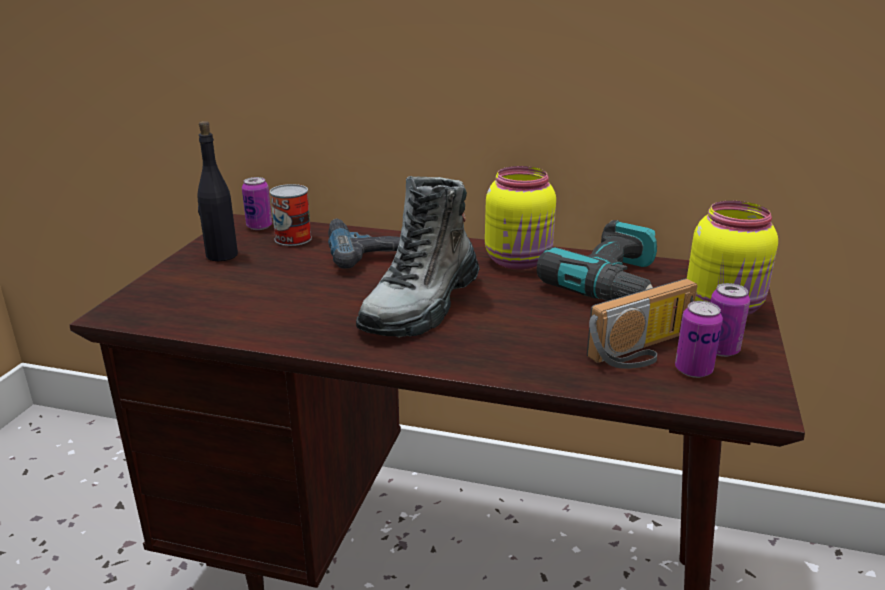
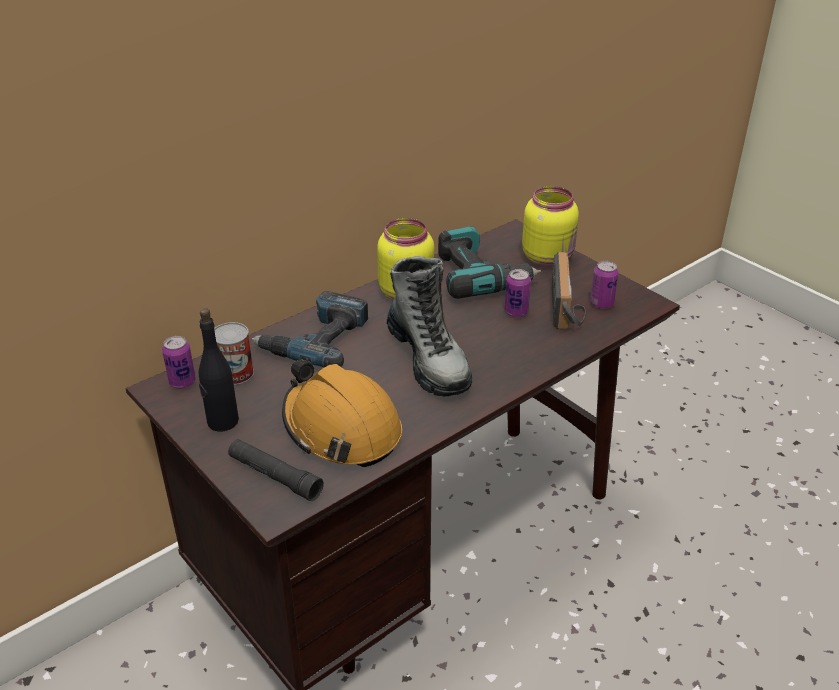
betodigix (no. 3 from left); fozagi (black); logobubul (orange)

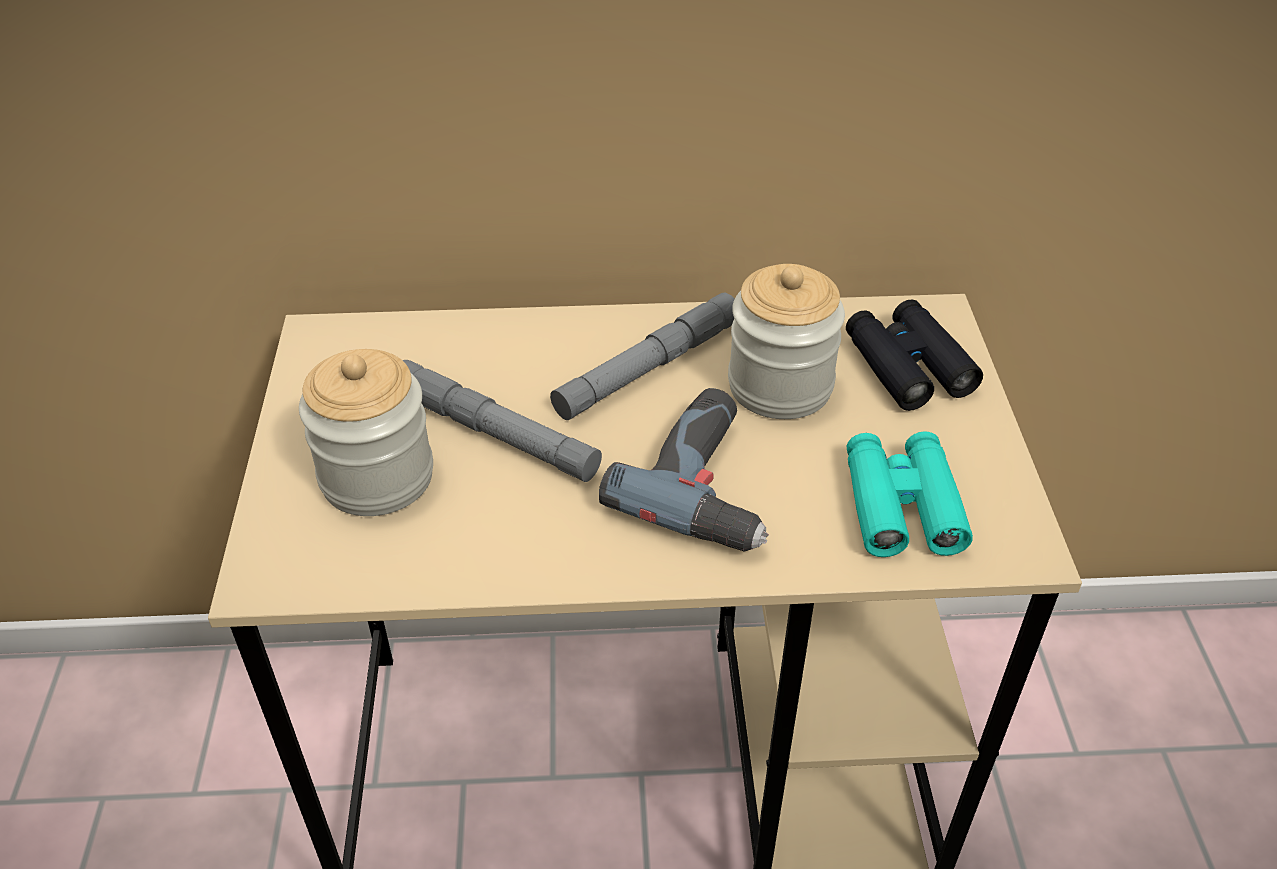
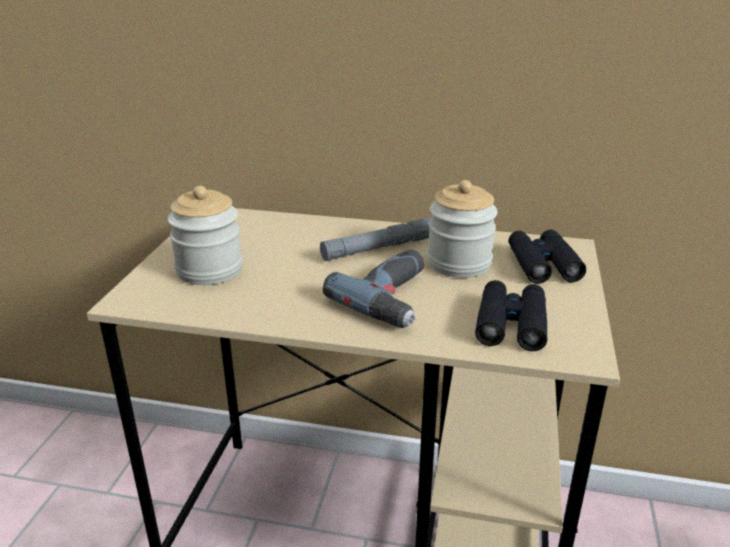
fozagi (grey) (no. 1 from left in the first image); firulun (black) (no. 1 from left)

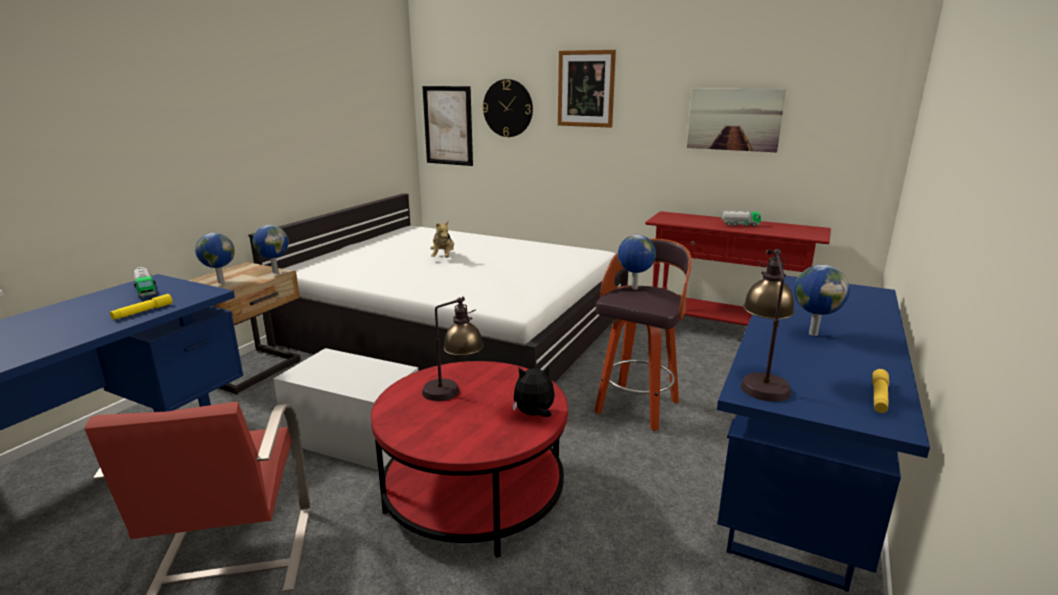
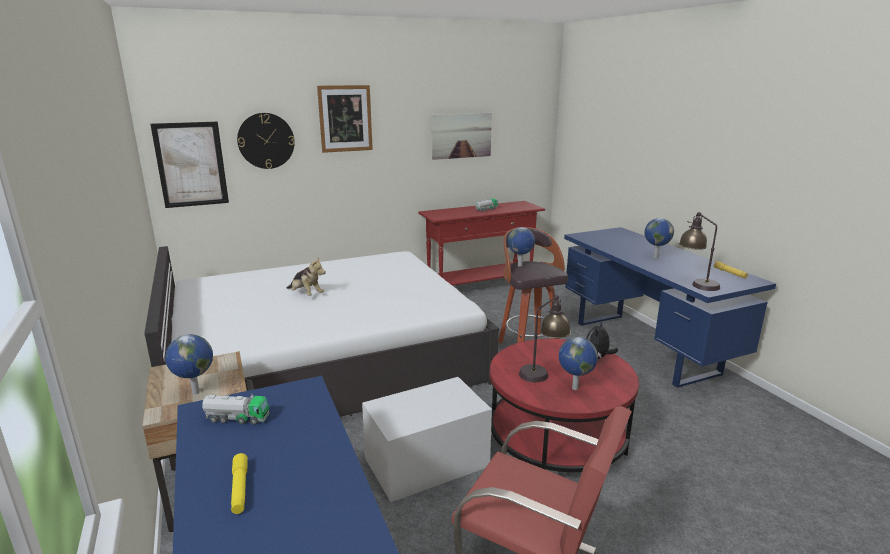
fozagi (yellow) (no. 1 from left); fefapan (no. 3 from left)

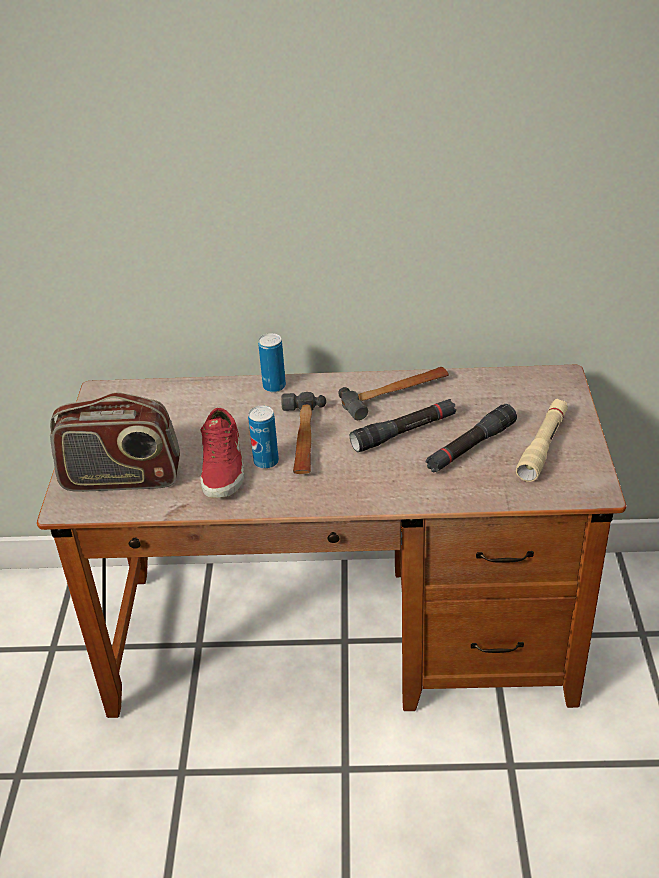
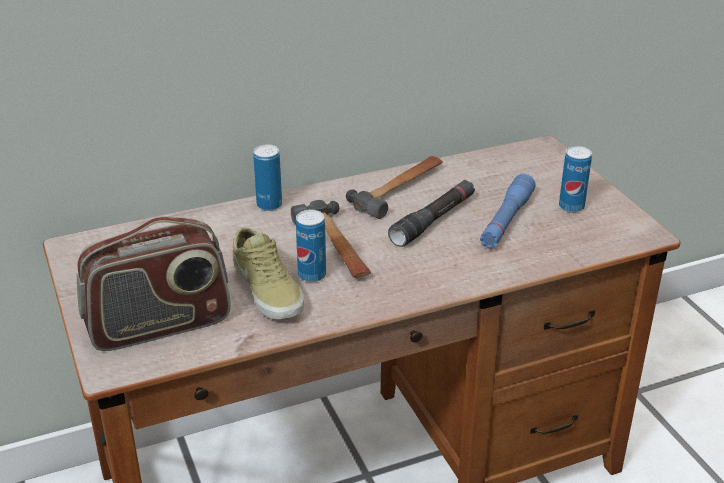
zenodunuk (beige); fozagi (blue); betodigix (no. 3 from left)

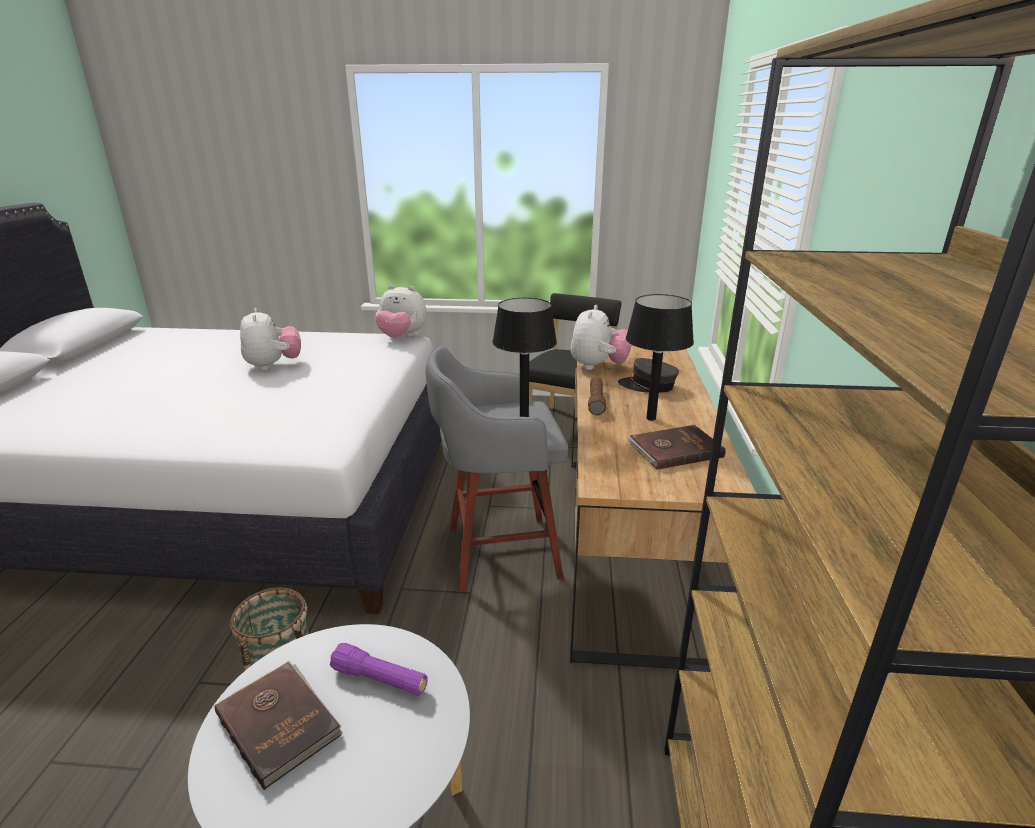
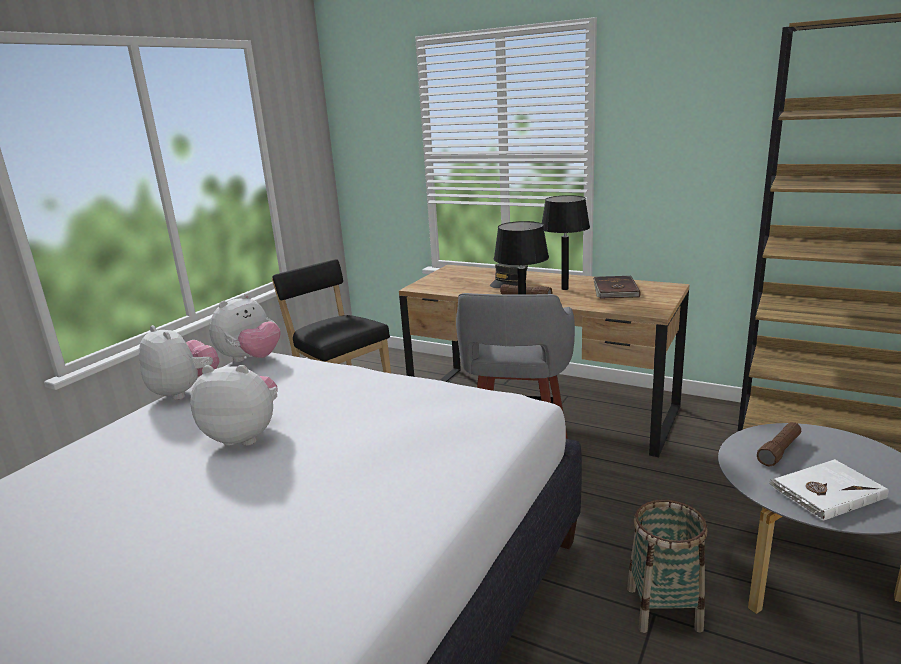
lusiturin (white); fozagi (brown) (no. 2 from left); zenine (no. 1 from left)

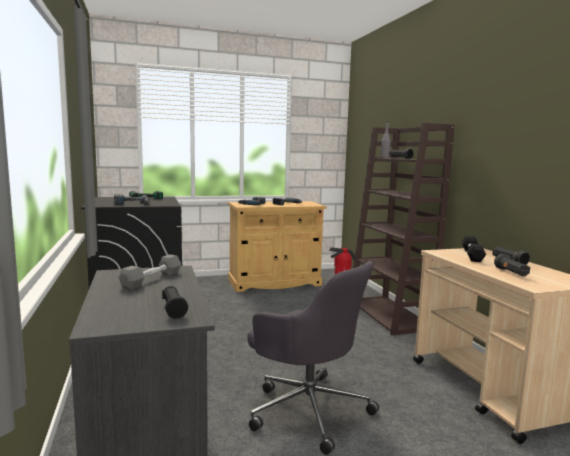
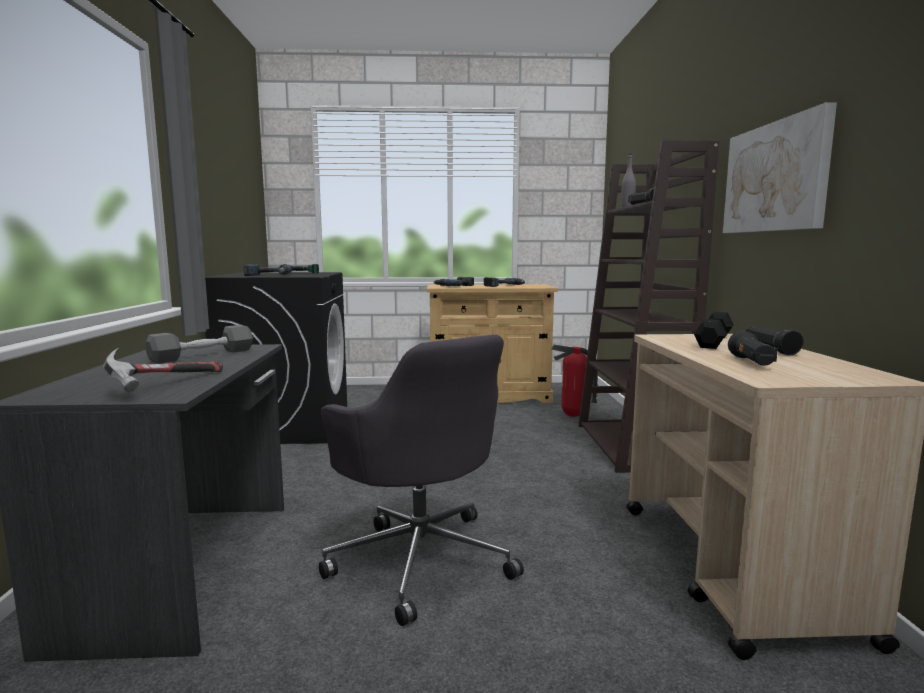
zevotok; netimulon

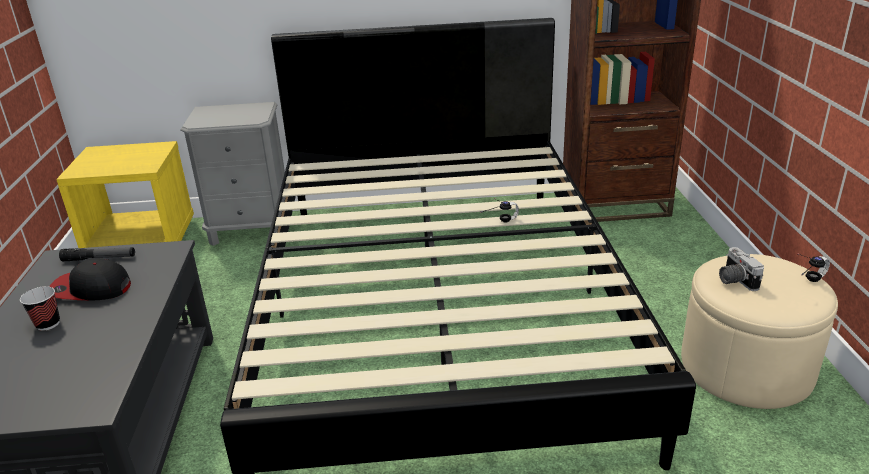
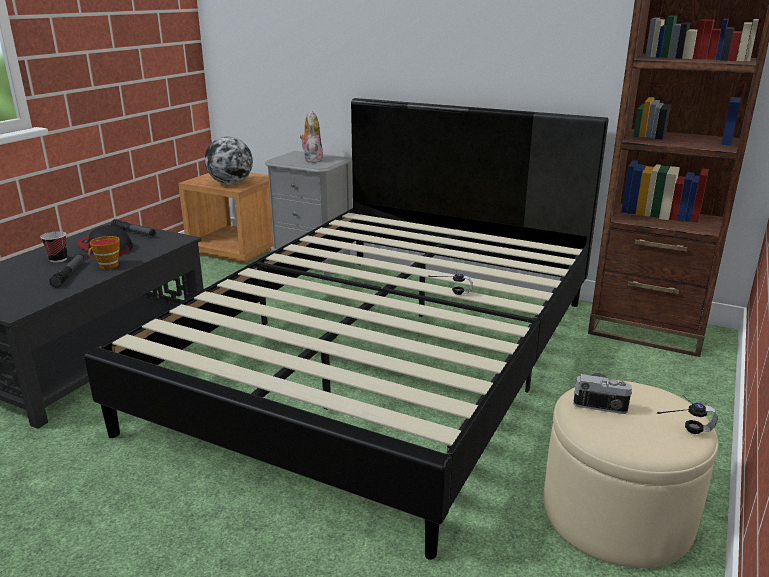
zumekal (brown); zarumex; fozagi (no. 1 from left); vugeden (no. 2 from left); fefapan; zenine

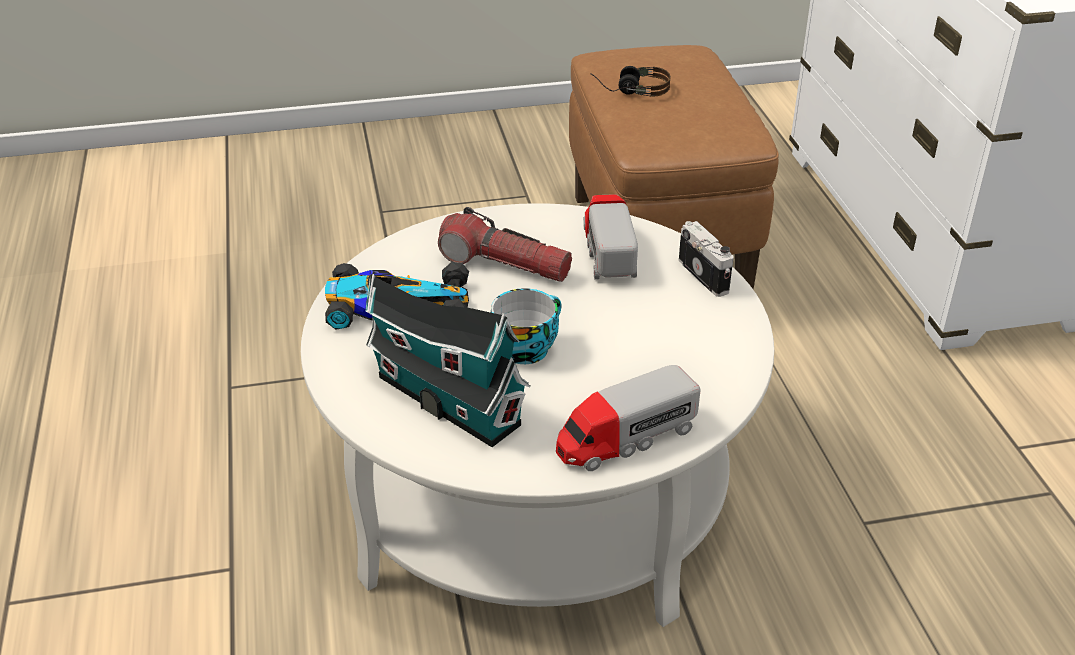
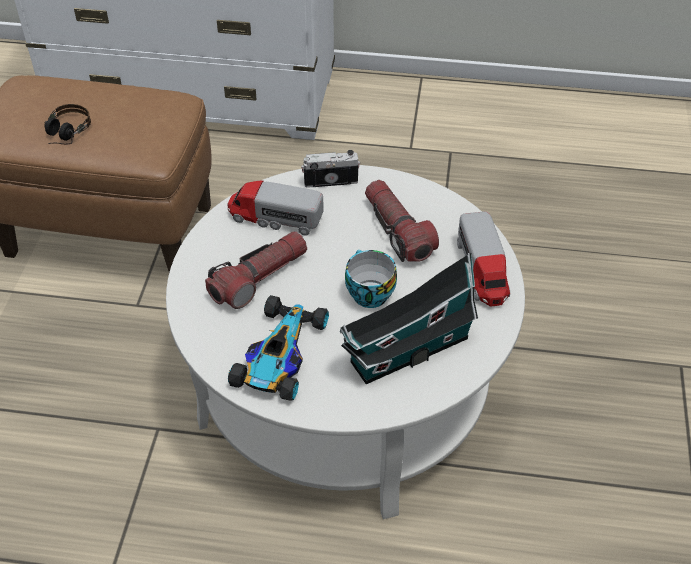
fozagi (no. 2 from left)

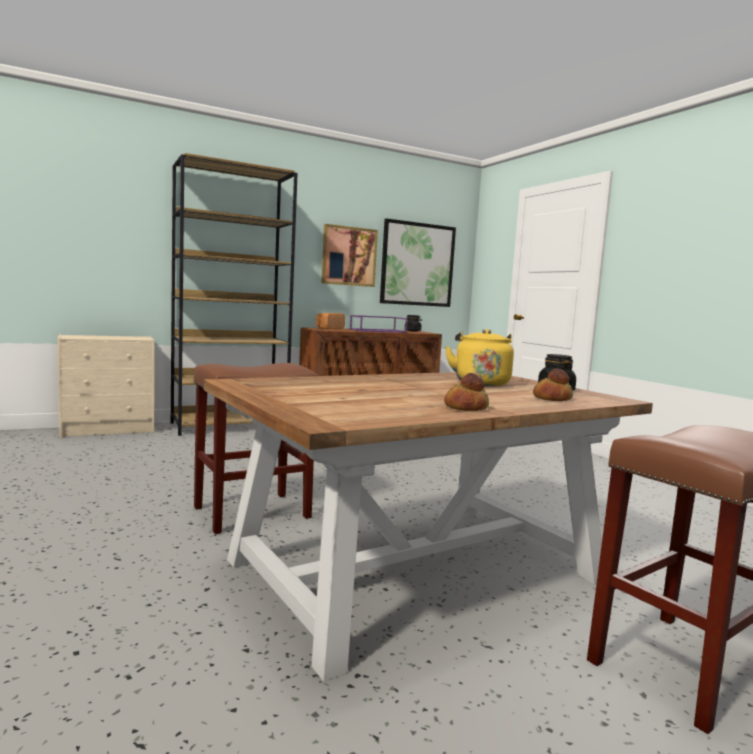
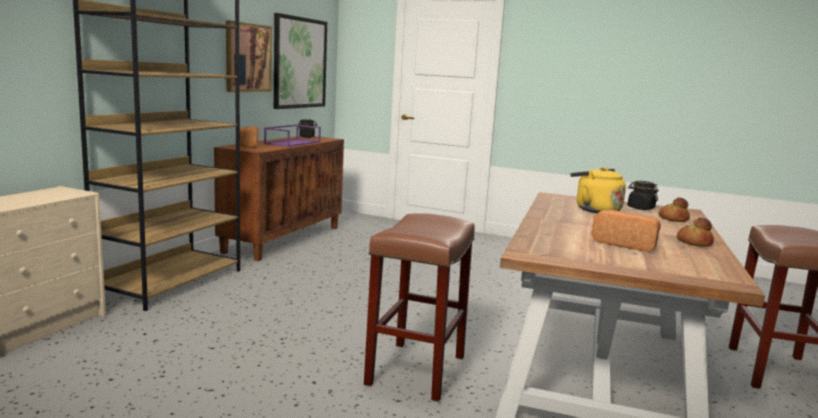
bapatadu (no. 2 from left)

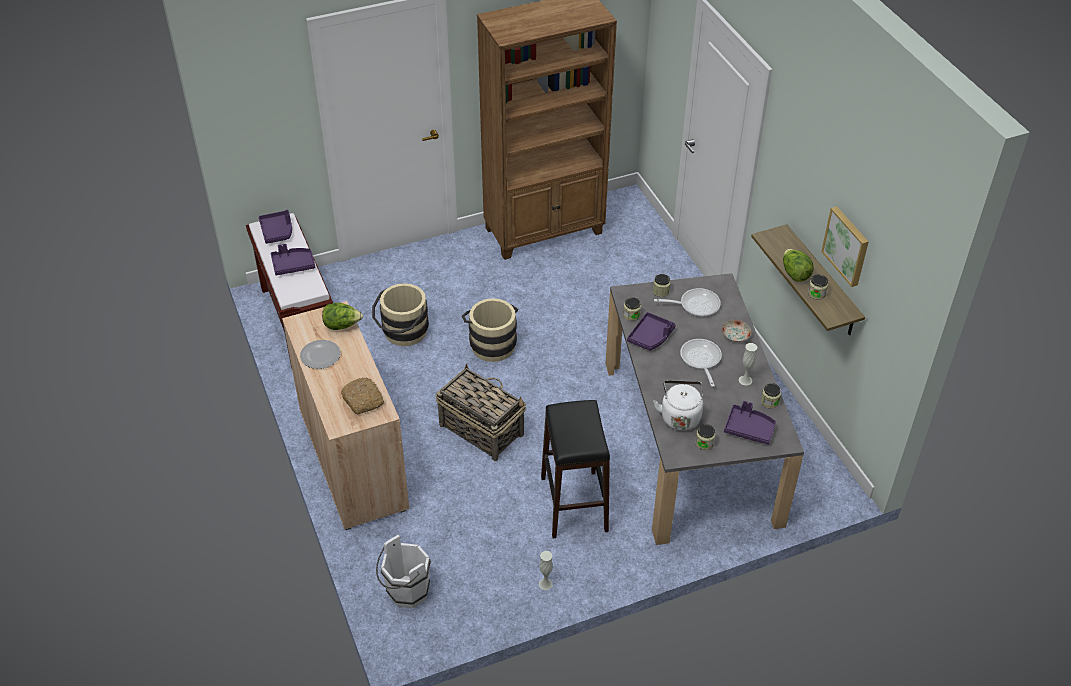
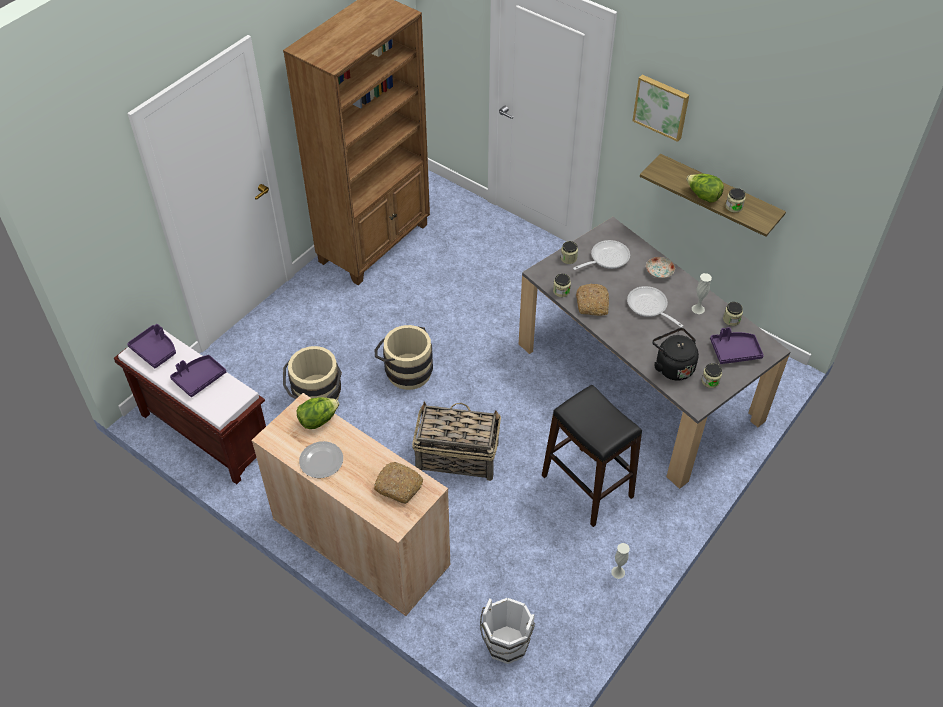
bapatadu (no. 2 from left); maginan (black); netimulon

